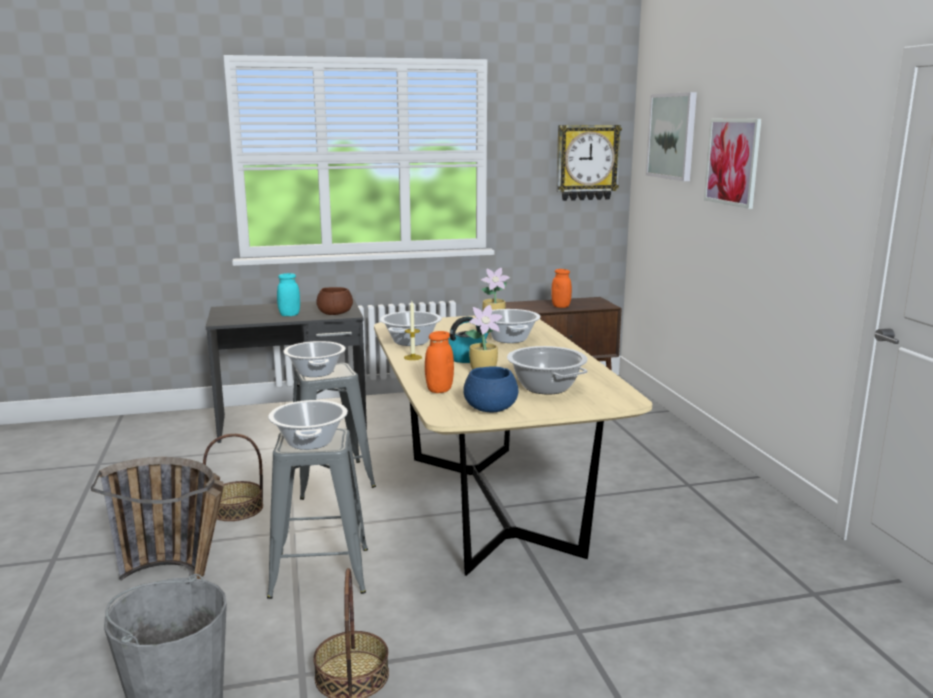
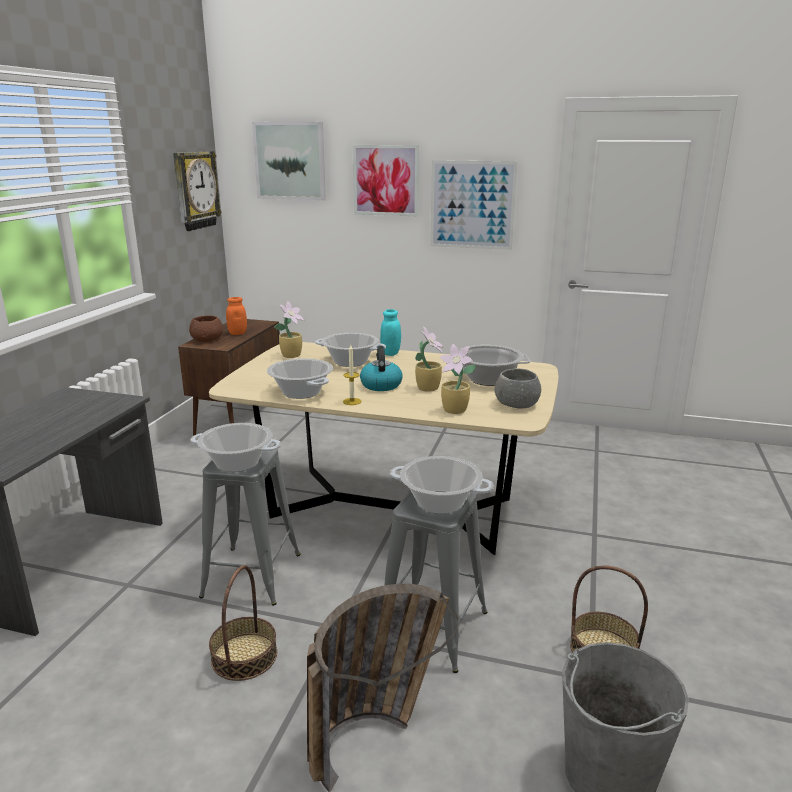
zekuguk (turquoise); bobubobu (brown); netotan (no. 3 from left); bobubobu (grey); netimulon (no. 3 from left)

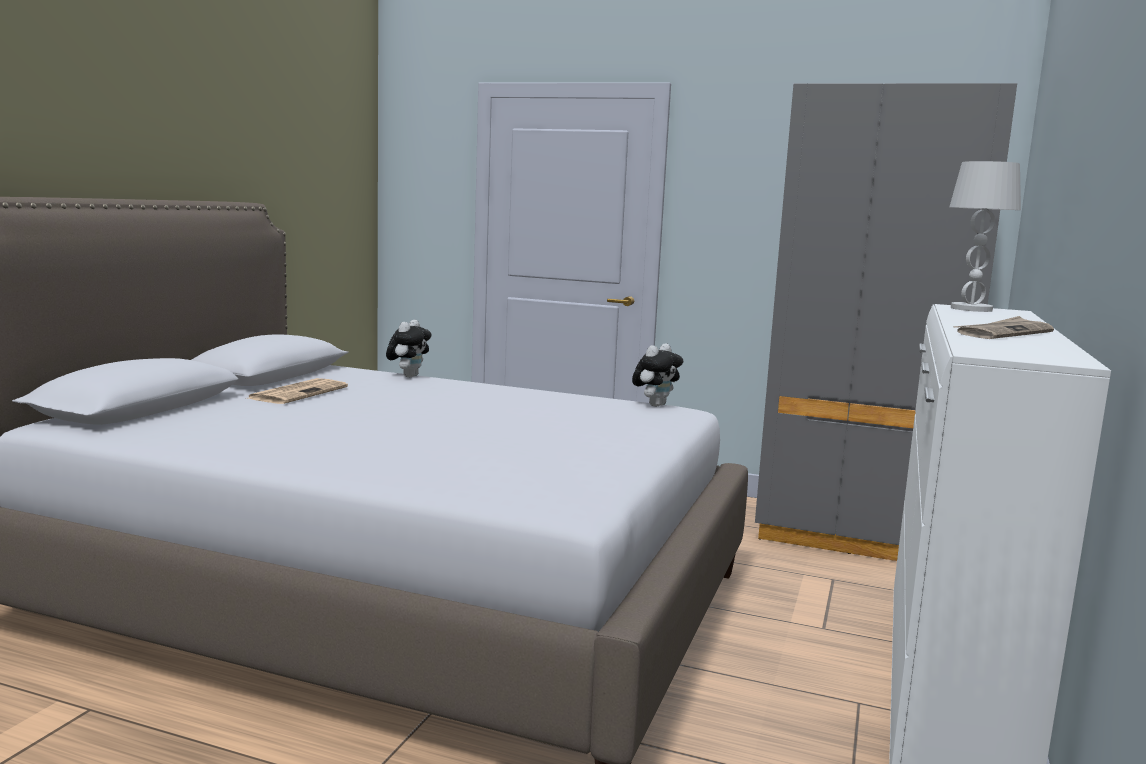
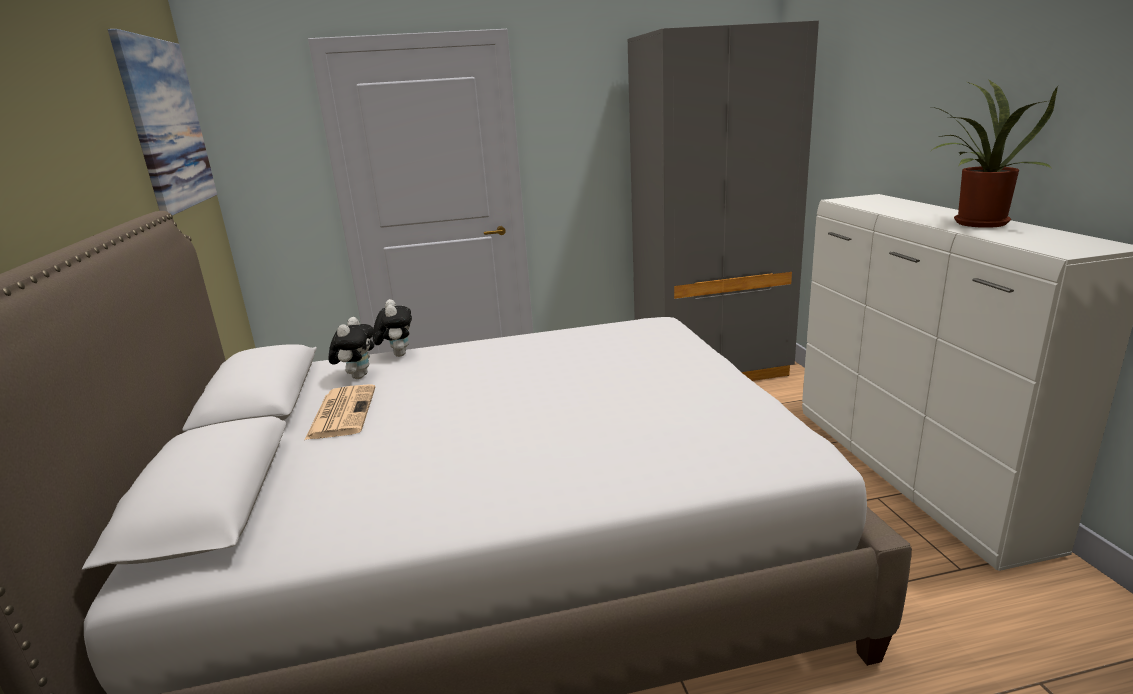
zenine (no. 1 from left); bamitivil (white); netotan; netimulon

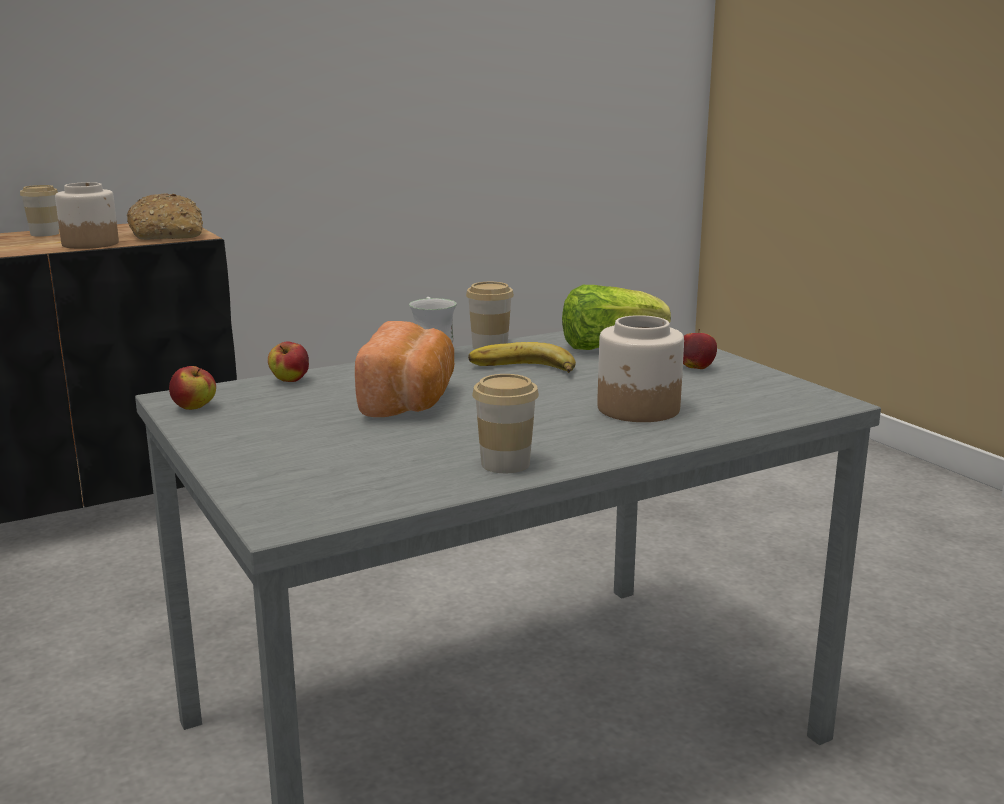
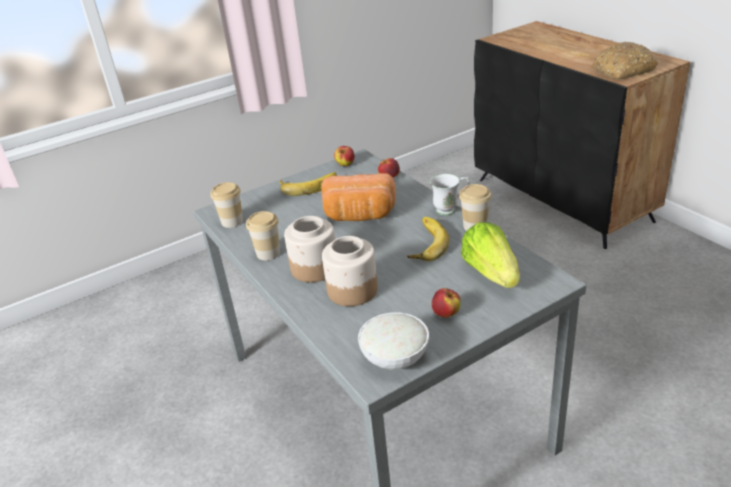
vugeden (no. 1 from left); zekuguk (no. 1 from left); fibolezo (no. 1 from left); bobubobu (white)

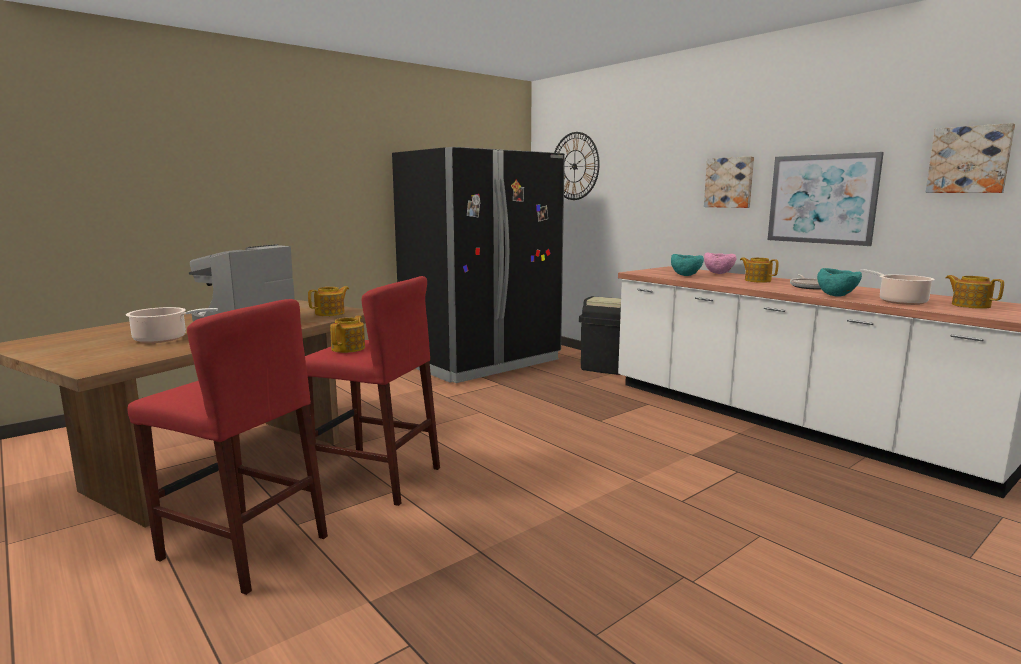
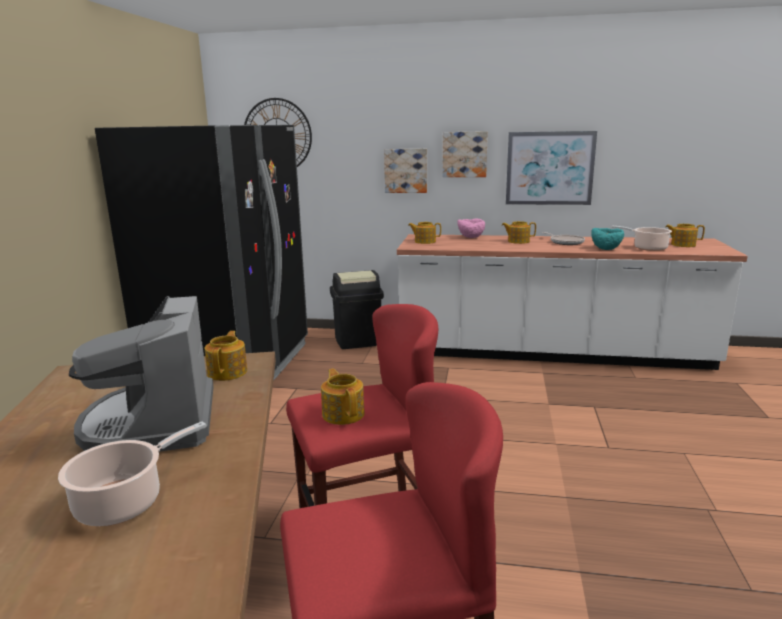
bobubobu (turquoise) (no. 1 from left in the first image); netimulon (no. 1 from left); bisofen (no. 3 from left)

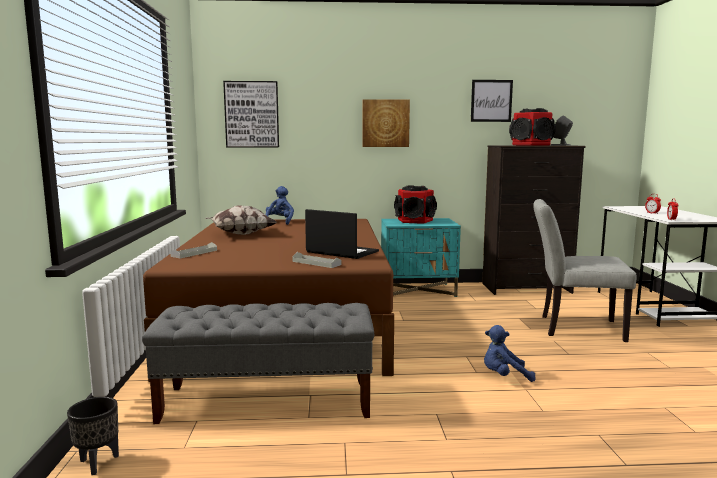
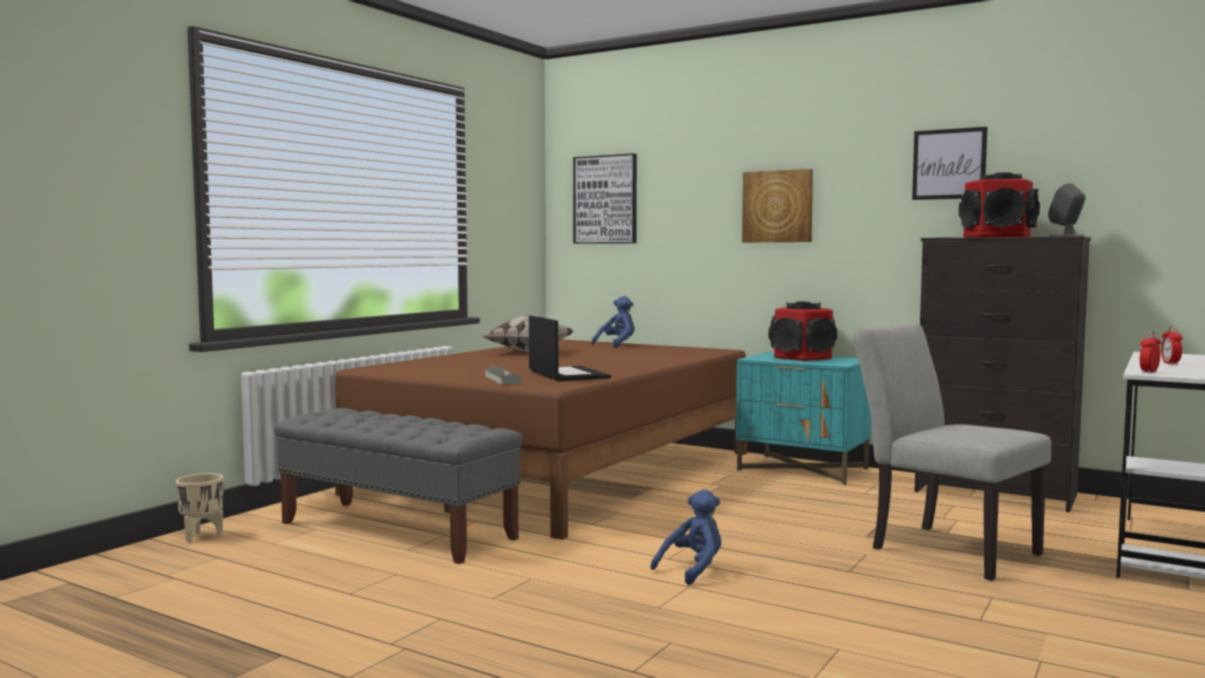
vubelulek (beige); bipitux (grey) (no. 1 from left in the first image); zenine (blue) (no. 2 from left)

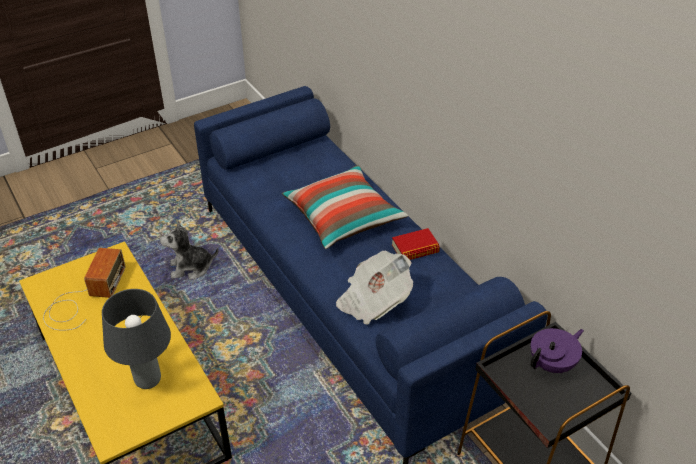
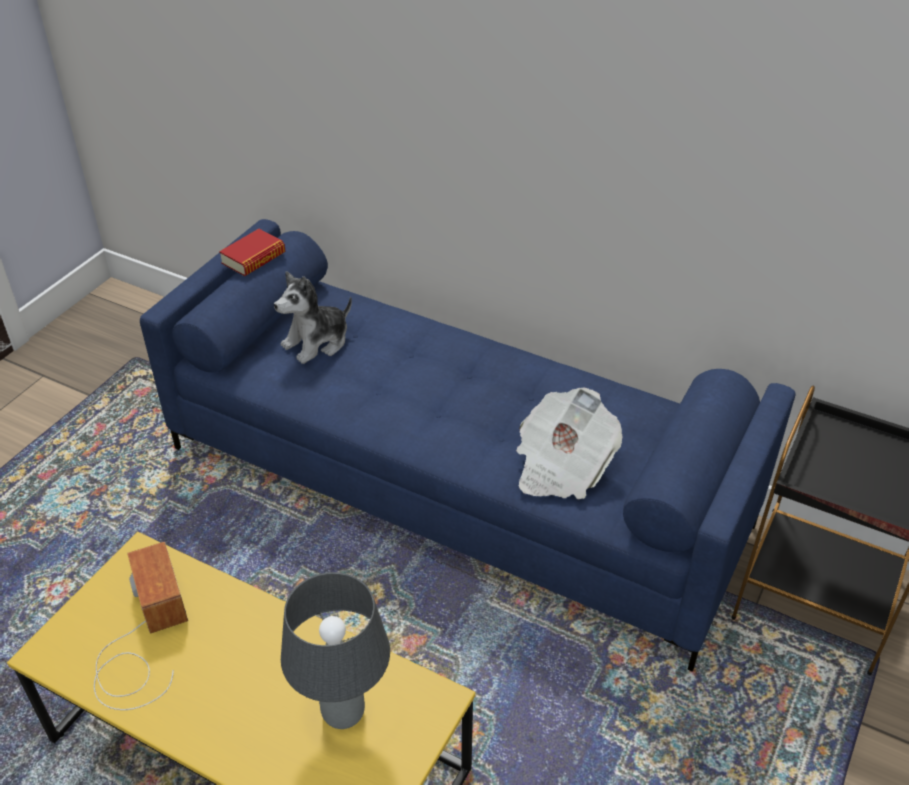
zenine; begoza; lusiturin; bisofen (purple)

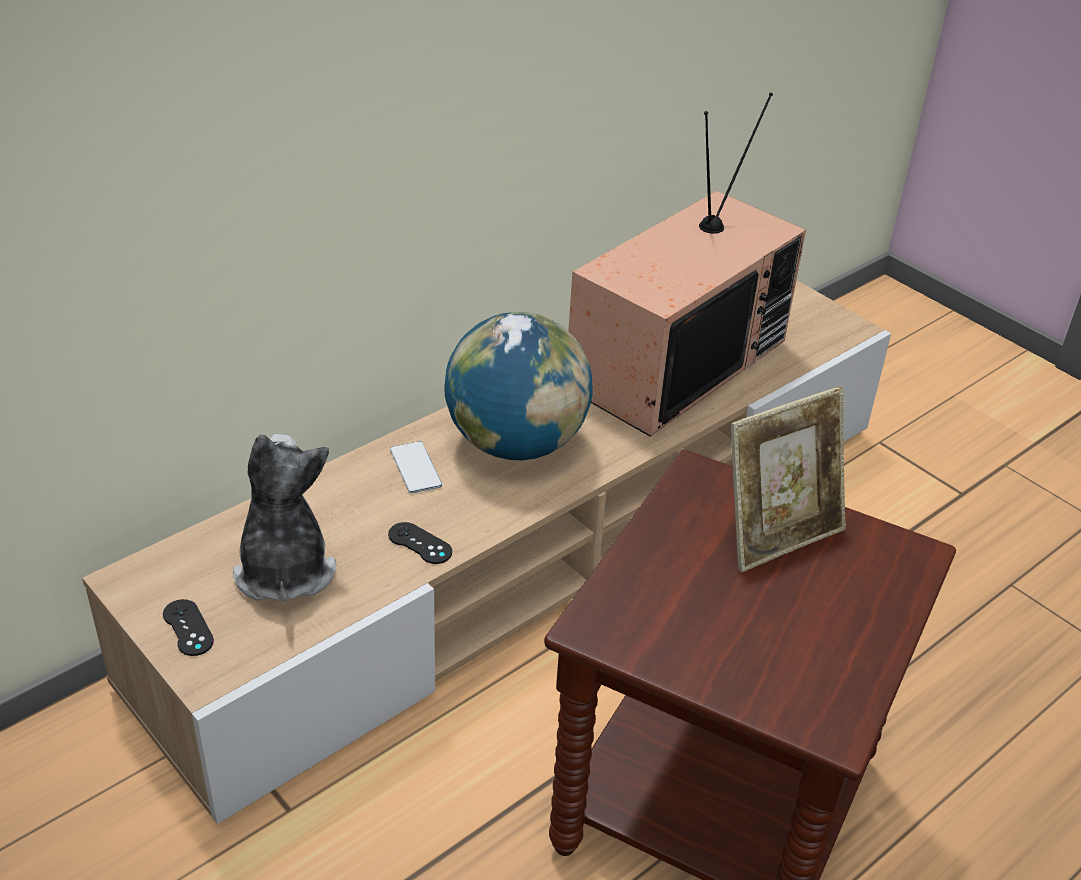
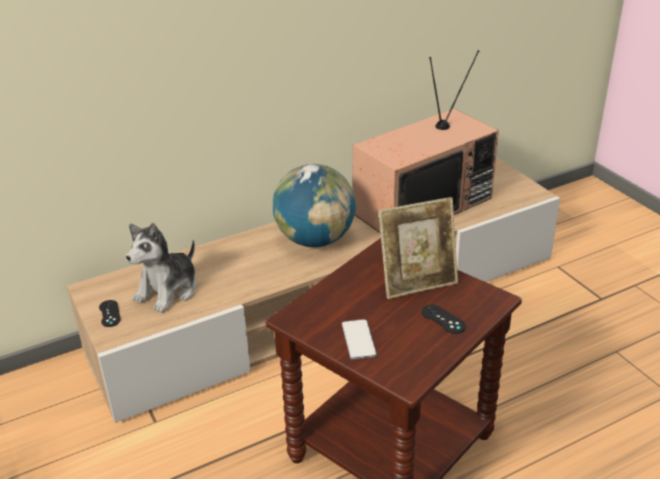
zenine; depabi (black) (no. 2 from left); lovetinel

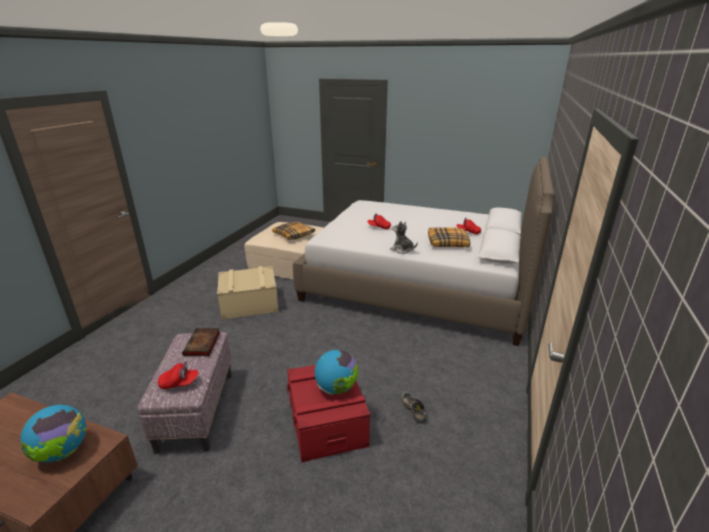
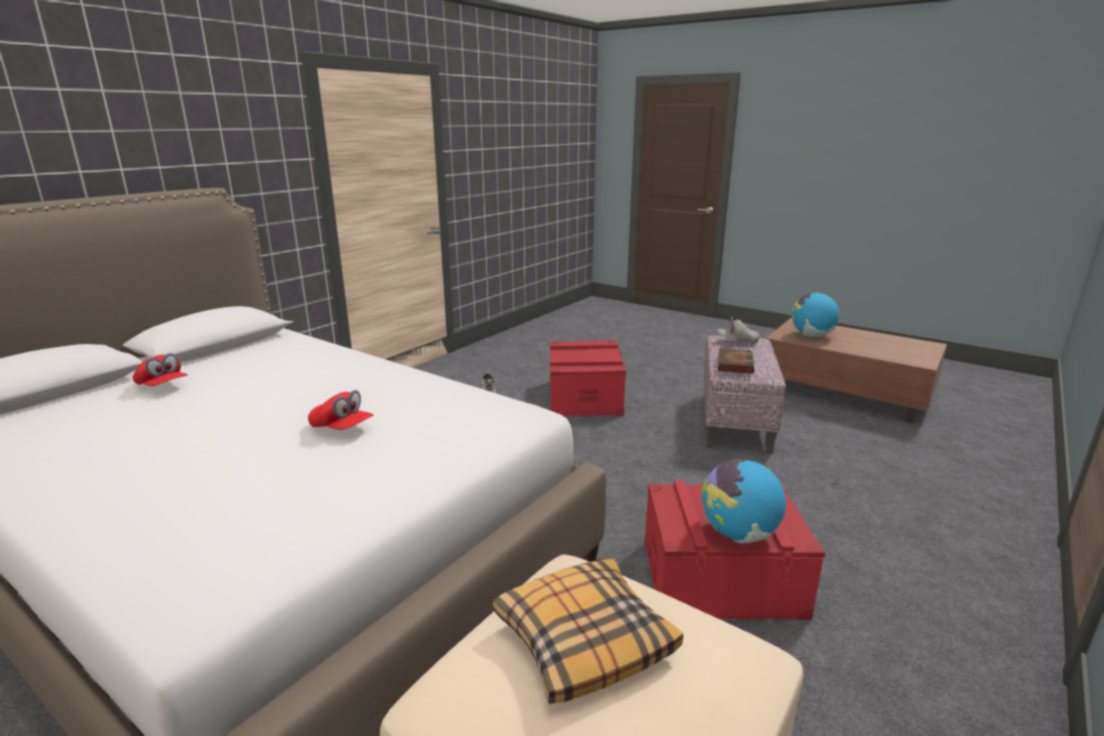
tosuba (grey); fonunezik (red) (no. 2 from left); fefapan (no. 1 from left); zenine; begoza (no. 2 from left in the first image)

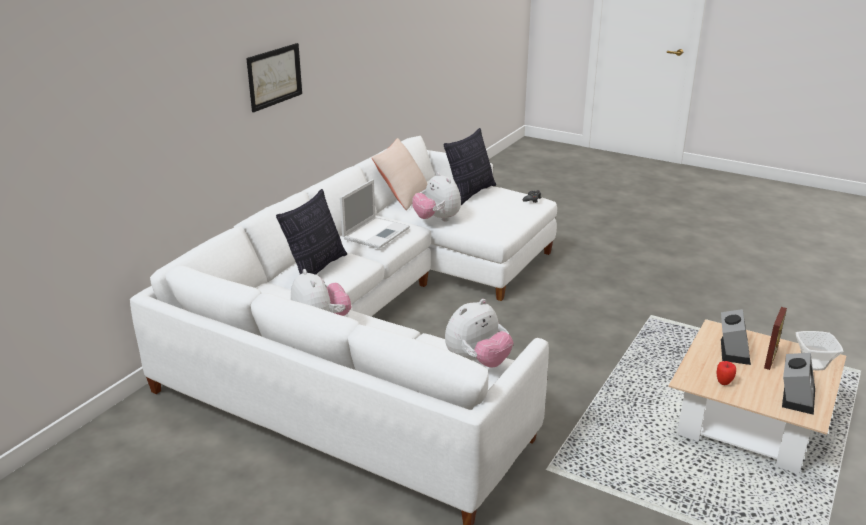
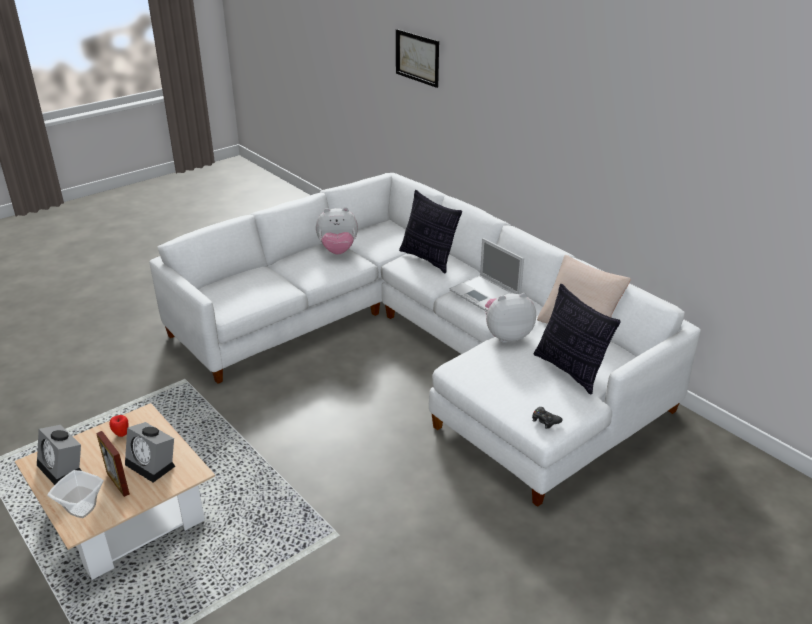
netimulon; zenine (no. 3 from left in the first image)

